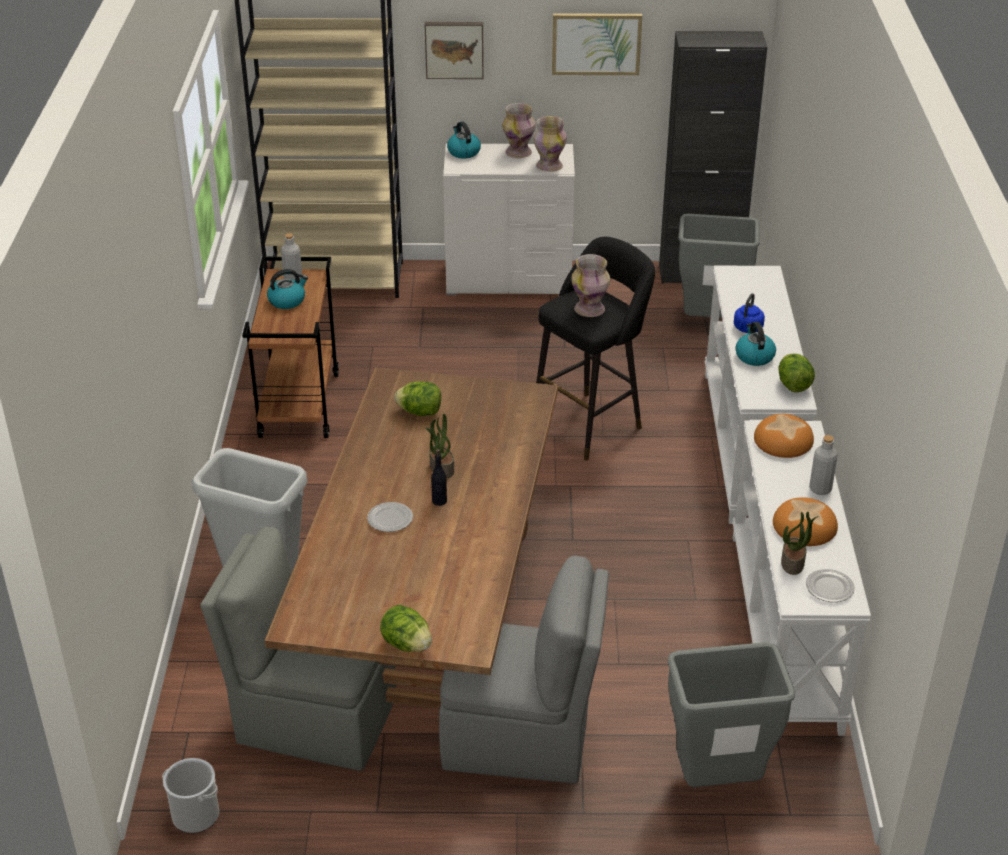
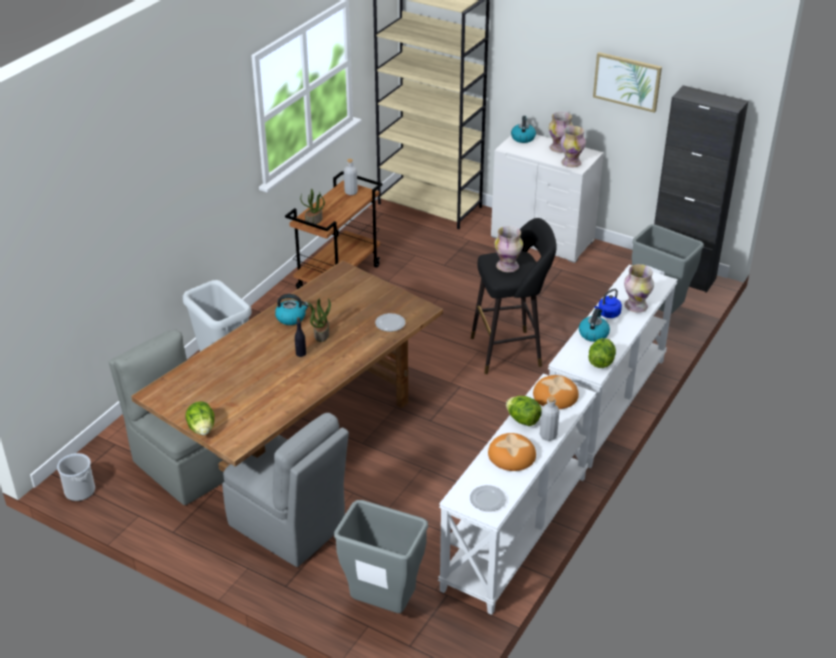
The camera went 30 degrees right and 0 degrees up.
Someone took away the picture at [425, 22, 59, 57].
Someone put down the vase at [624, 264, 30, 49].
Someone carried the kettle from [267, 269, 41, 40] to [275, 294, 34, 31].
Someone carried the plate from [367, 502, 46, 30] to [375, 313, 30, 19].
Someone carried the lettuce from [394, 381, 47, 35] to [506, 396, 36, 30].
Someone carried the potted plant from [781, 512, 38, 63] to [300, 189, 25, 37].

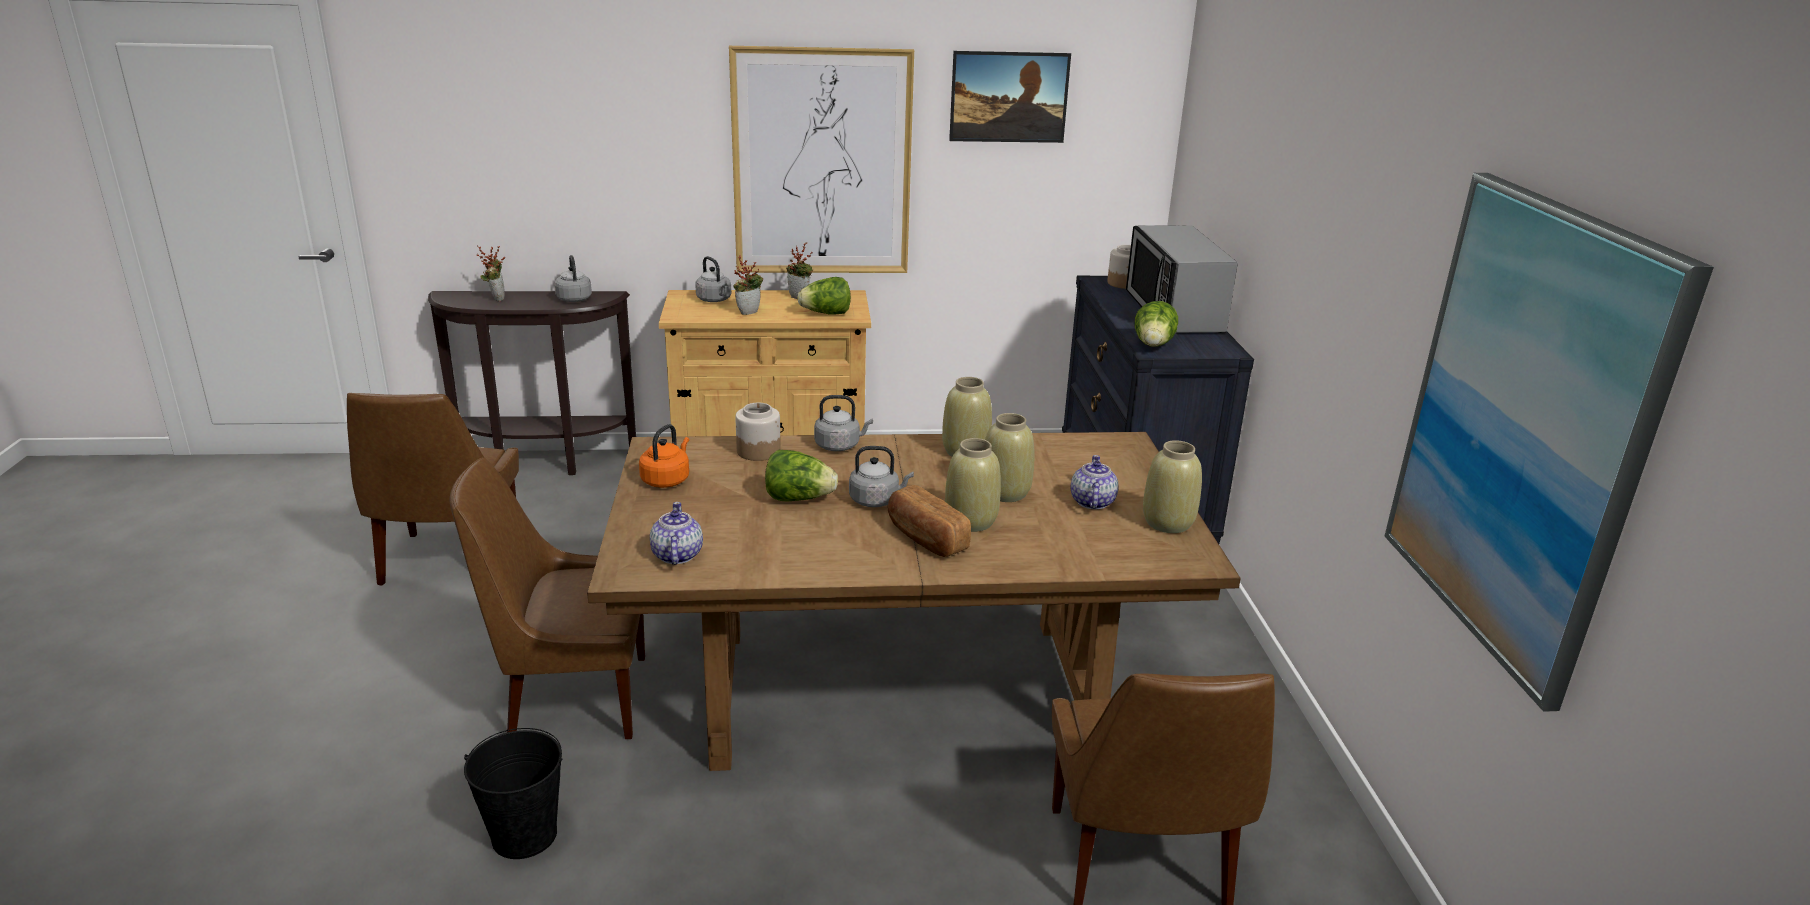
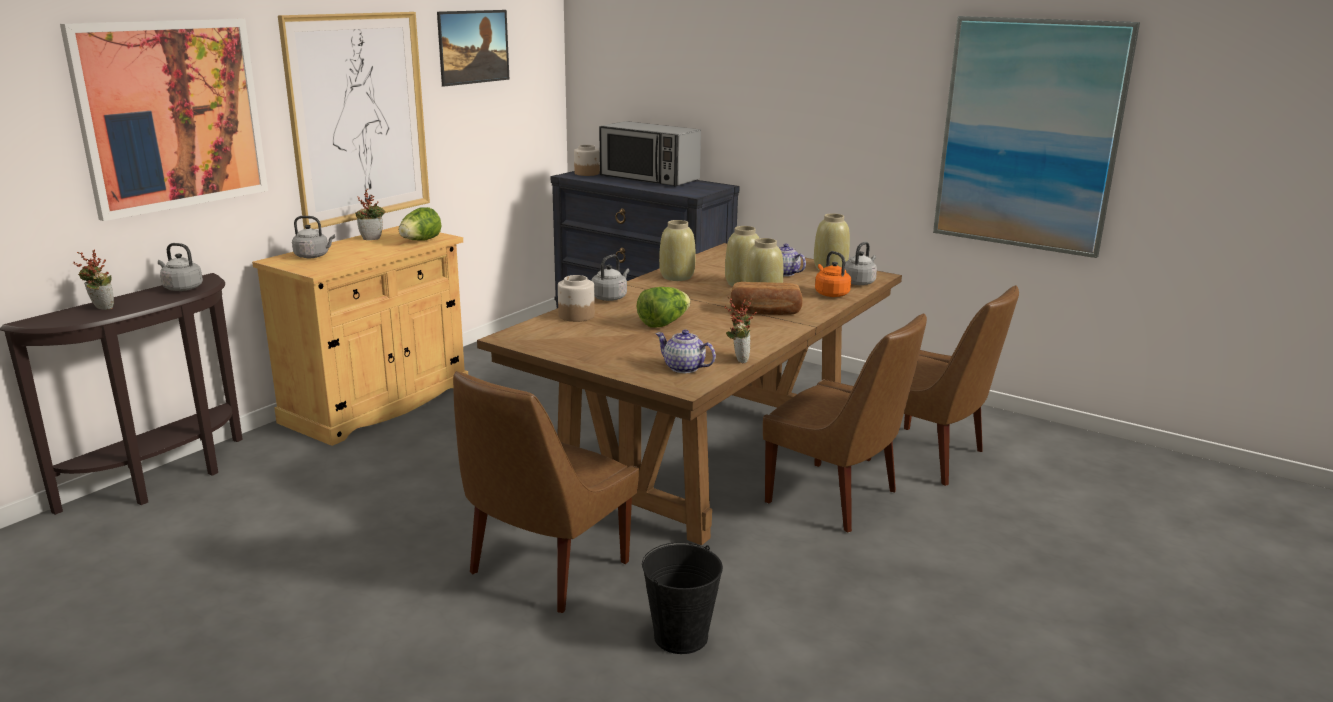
The camera went 50 degrees left and 5 degrees down.
Someone took away the lettuce at [1135, 301, 43, 46].
Someone put up the picture at [60, 19, 208, 202].
Someone carried the brown chair from [347, 393, 172, 193] to [763, 313, 164, 220].
Someone carried the orange kettle from [639, 424, 50, 64] to [815, 251, 36, 46].
Someone carried the potted plant from [733, 255, 30, 60] to [724, 297, 33, 67].
Someone carried the grey kettle from [849, 446, 65, 61] to [845, 242, 32, 43].

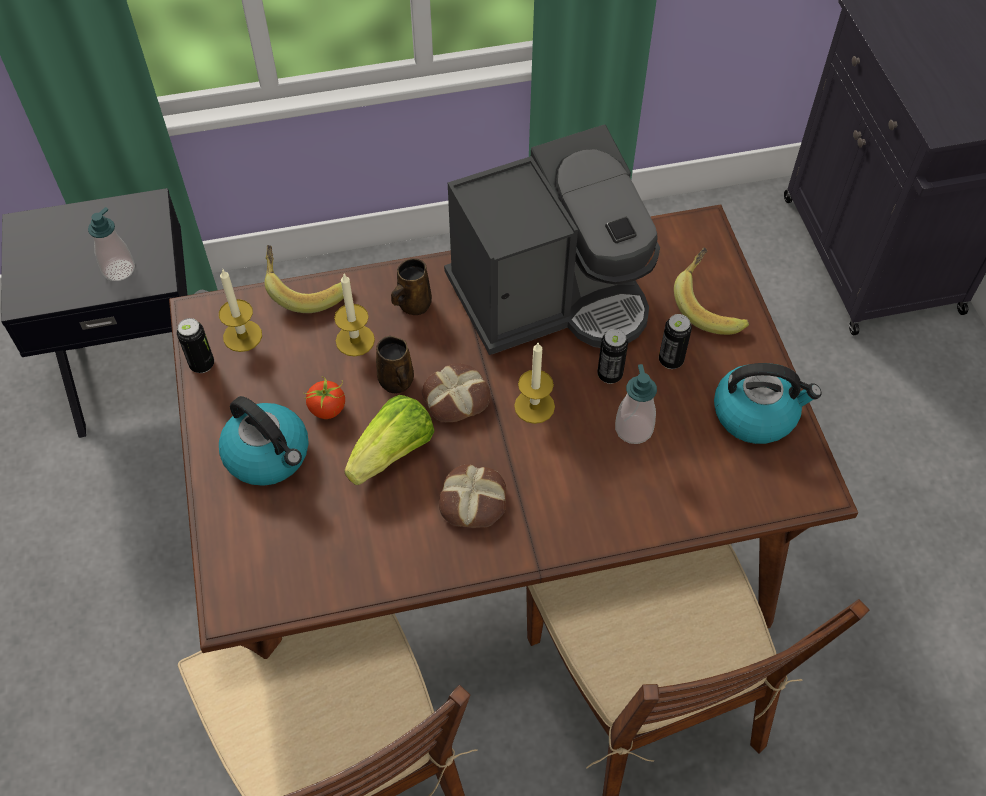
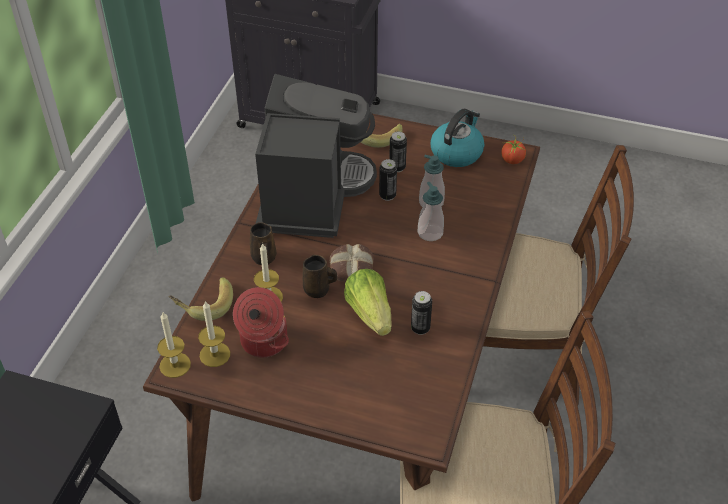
The camera went 60 degrees left and 10 degrees down.
Someone took away the kettle at [219, 396, 90, 90].
Someone took away the bread at [439, 464, 68, 64].
Someone put down the cooking pot at [233, 287, 56, 71].
Someone carried the soap dispenser from [88, 207, 47, 74] to [418, 182, 26, 59].
Someone carried the can from [177, 318, 37, 55] to [411, 291, 21, 44].
Someone carried the tomato from [304, 377, 41, 42] to [501, 136, 25, 28].
Someone carried the candle from [514, 343, 41, 81] to [157, 311, 34, 67].

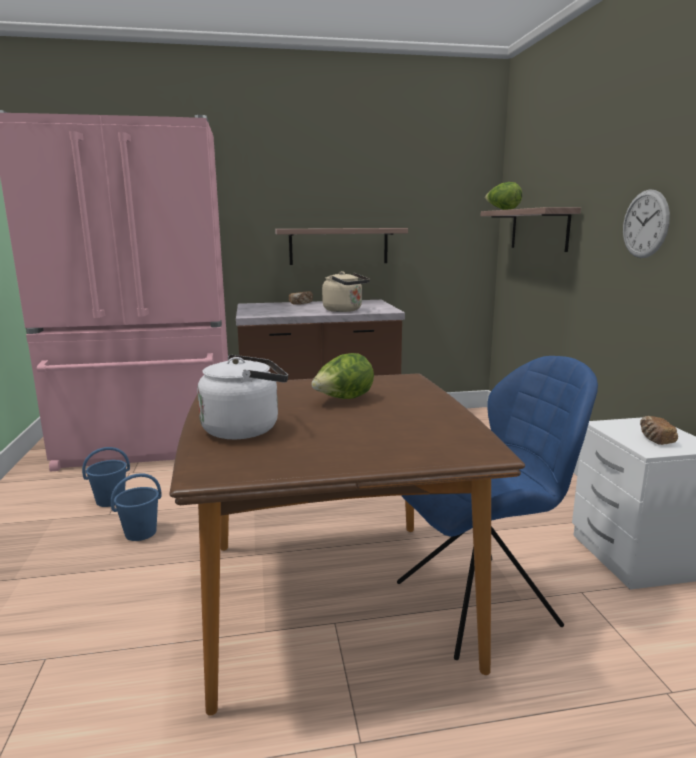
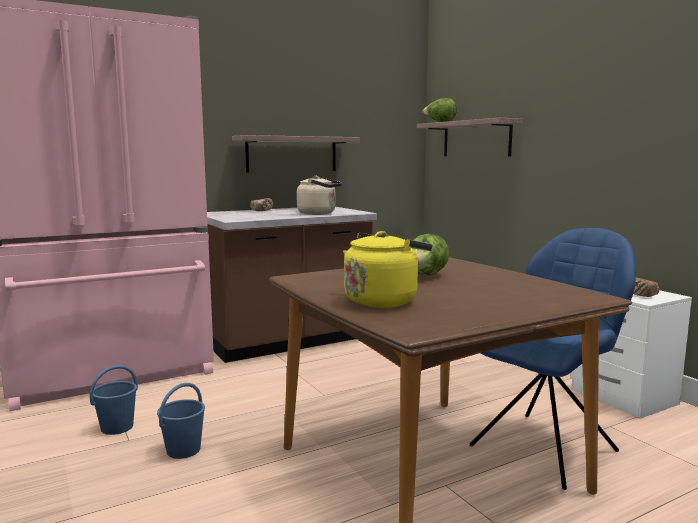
The camera went 20 degrees left and 5 degrees down.
Someone took away the wall clock at [623, 189, 47, 69].
Someone repainted the white kettle at [197, 355, 91, 84], which became the yellow kettle at [343, 231, 89, 77].

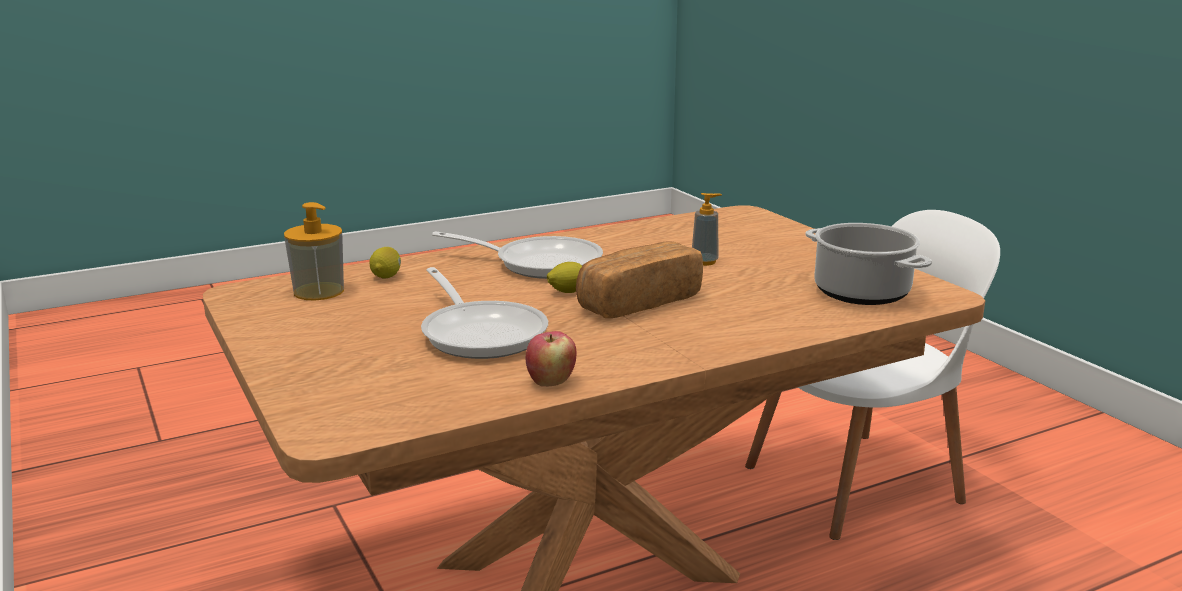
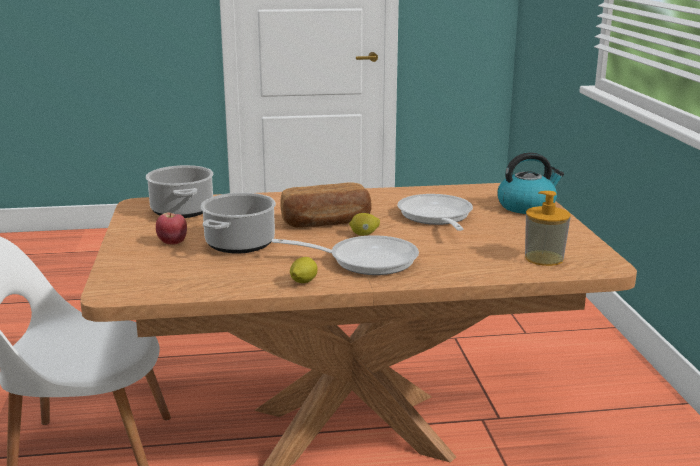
The camera went 160 degrees left and 0 degrees up.
Someone put down the kettle at [497, 152, 67, 62].
Someone carried the lemon from [369, 247, 32, 32] to [290, 257, 27, 26].
Someone carried the apple from [526, 331, 50, 55] to [156, 213, 31, 32].
Someone swapped the soap dispenser at [692, 193, 30, 73] for the cooking pot at [201, 193, 75, 61].
Someone rotated the frying pan at [432, 231, 171, 48] by 150 degrees clockwise.

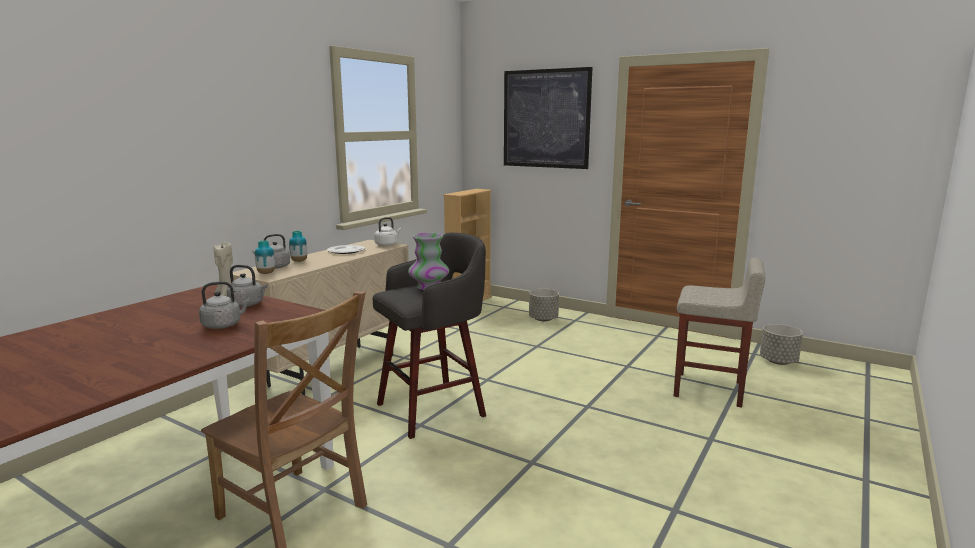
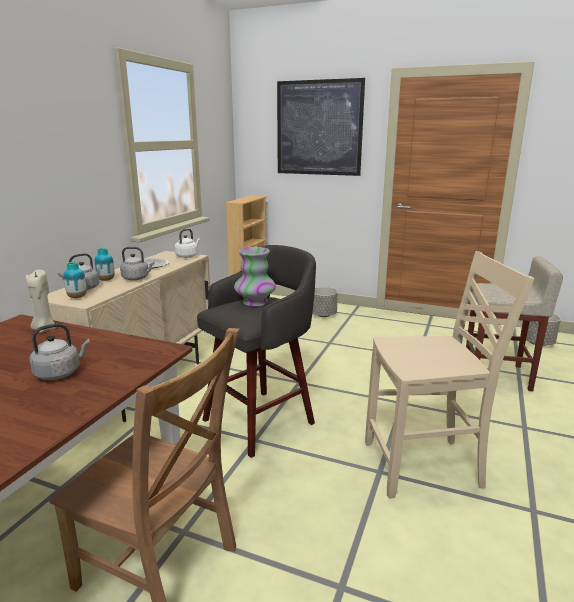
The camera went 10 degrees left and 5 degrees up.
Someone put down the beige chair at [365, 251, 169, 247].
Someone carried the grey kettle from [227, 265, 41, 42] to [120, 247, 34, 33].

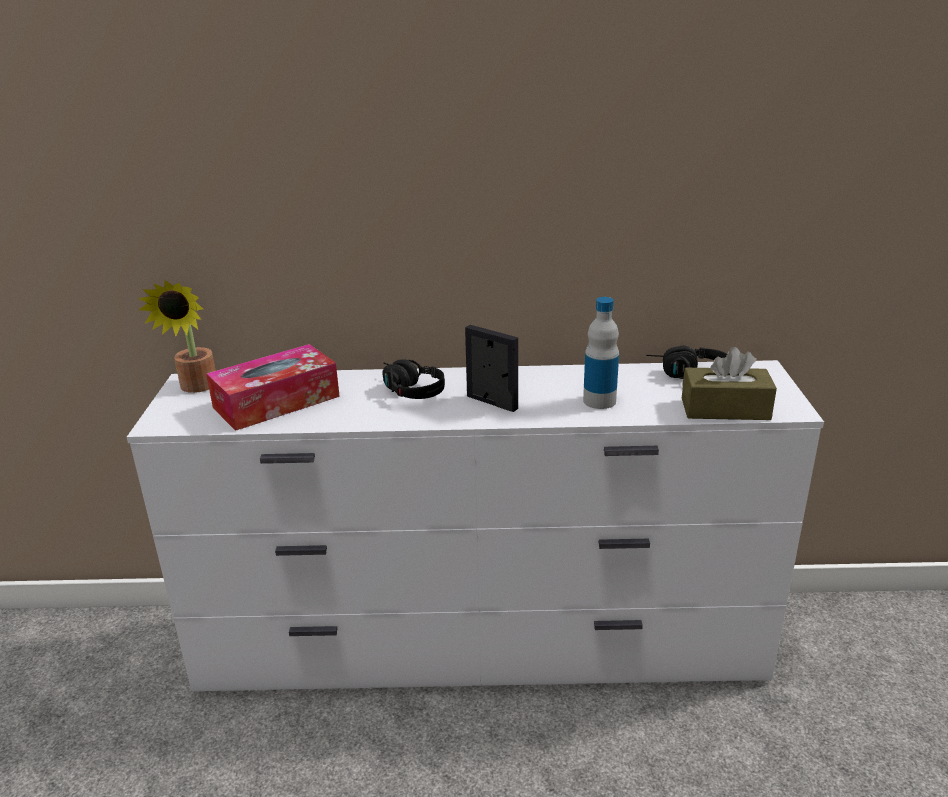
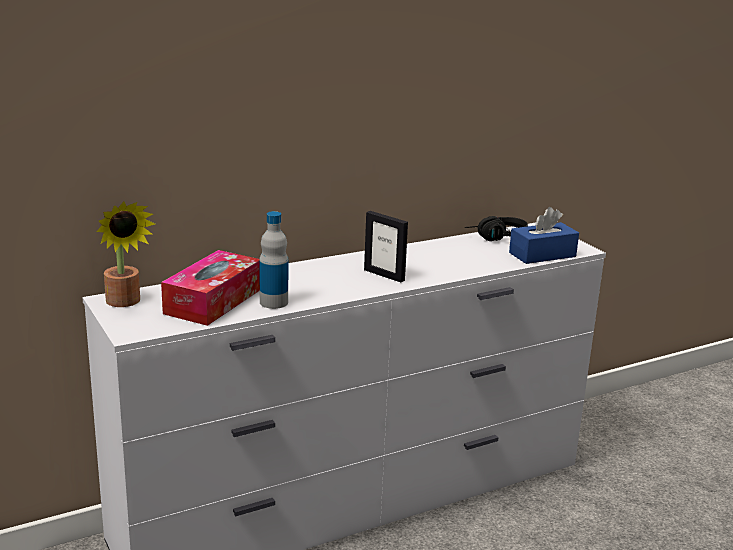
The camera went 30 degrees left and 5 degrees down.
Someone took away the black headphones at [382, 360, 63, 39].
Someone carried the bottle from [583, 297, 36, 112] to [259, 211, 29, 98].
Someone repainted the brown tissue box at [682, 347, 95, 73], which became the blue tissue box at [509, 207, 70, 57].
Someone rotated the picture frame at [465, 325, 53, 87] by 150 degrees counterclockwise.

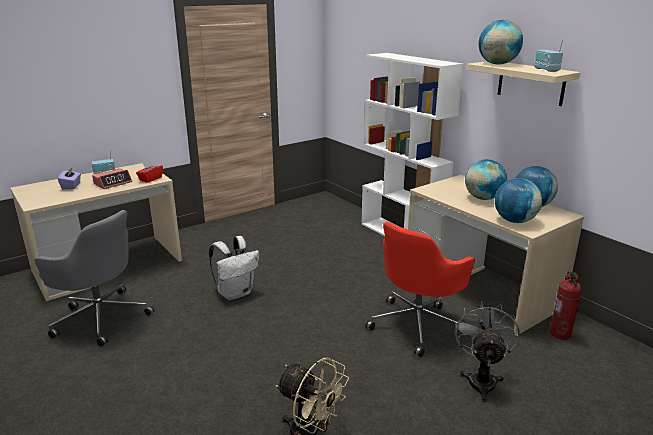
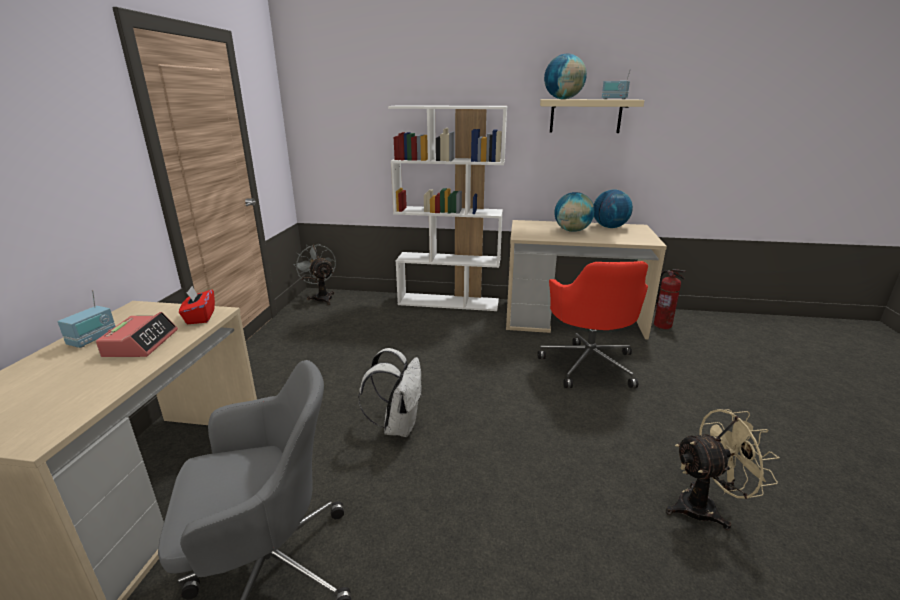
The camera went 45 degrees left and 0 degrees up.
Someone took away the purple tissue box at [58, 167, 23, 22].
Someone took away the globe at [495, 178, 47, 45].
Someone carried the grey fan from [455, 301, 65, 101] to [294, 243, 42, 62].

